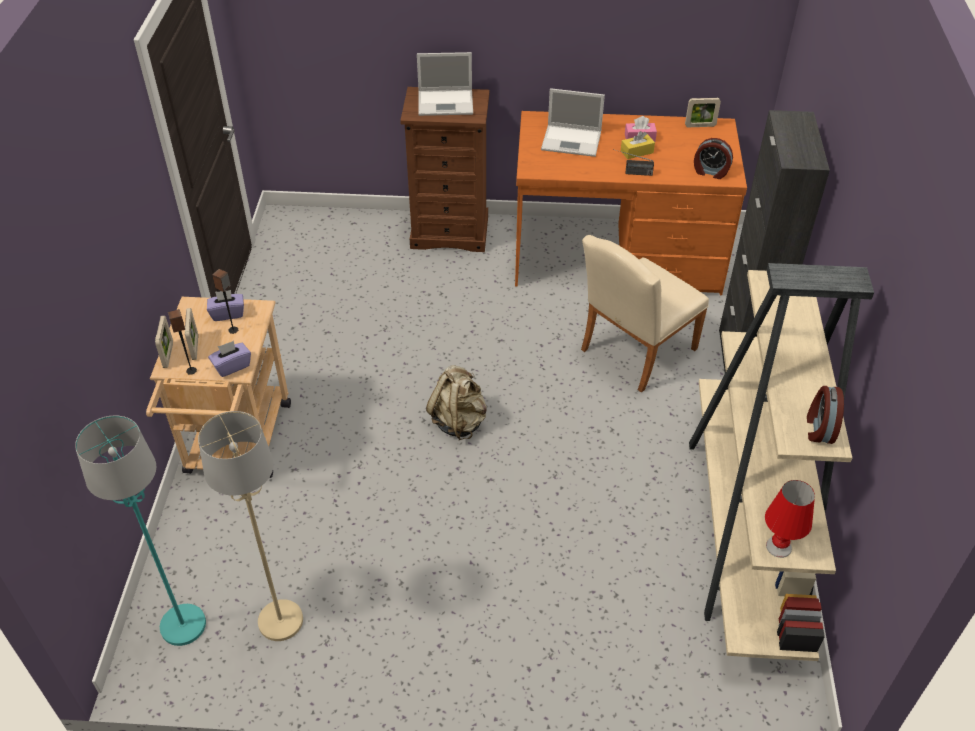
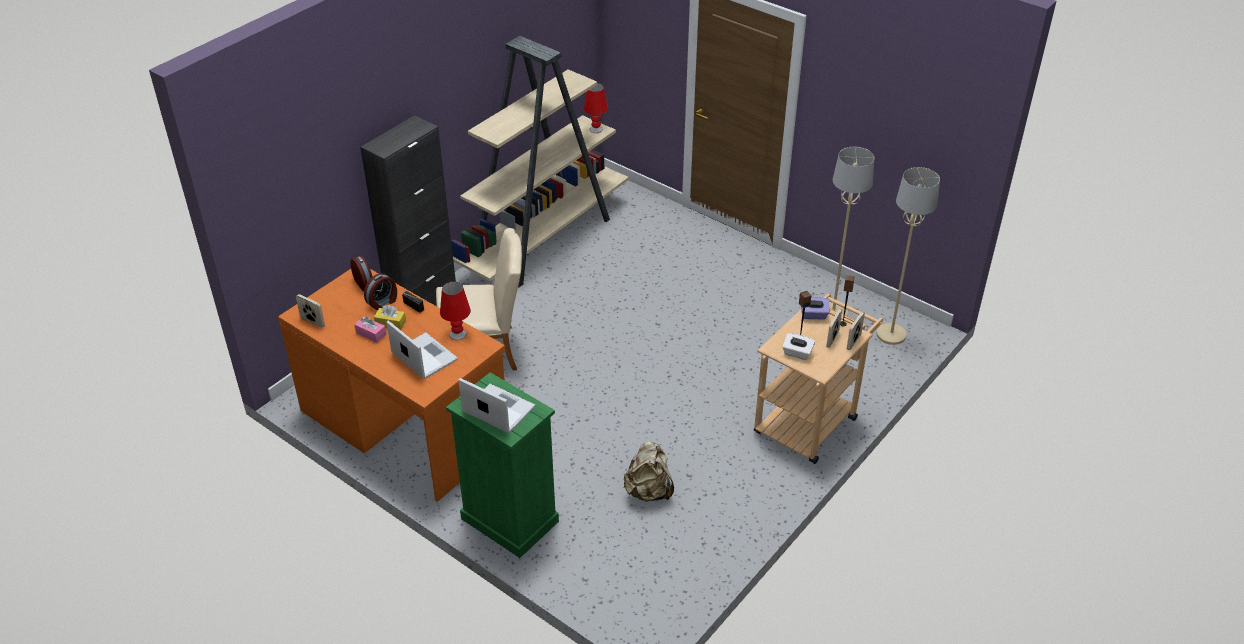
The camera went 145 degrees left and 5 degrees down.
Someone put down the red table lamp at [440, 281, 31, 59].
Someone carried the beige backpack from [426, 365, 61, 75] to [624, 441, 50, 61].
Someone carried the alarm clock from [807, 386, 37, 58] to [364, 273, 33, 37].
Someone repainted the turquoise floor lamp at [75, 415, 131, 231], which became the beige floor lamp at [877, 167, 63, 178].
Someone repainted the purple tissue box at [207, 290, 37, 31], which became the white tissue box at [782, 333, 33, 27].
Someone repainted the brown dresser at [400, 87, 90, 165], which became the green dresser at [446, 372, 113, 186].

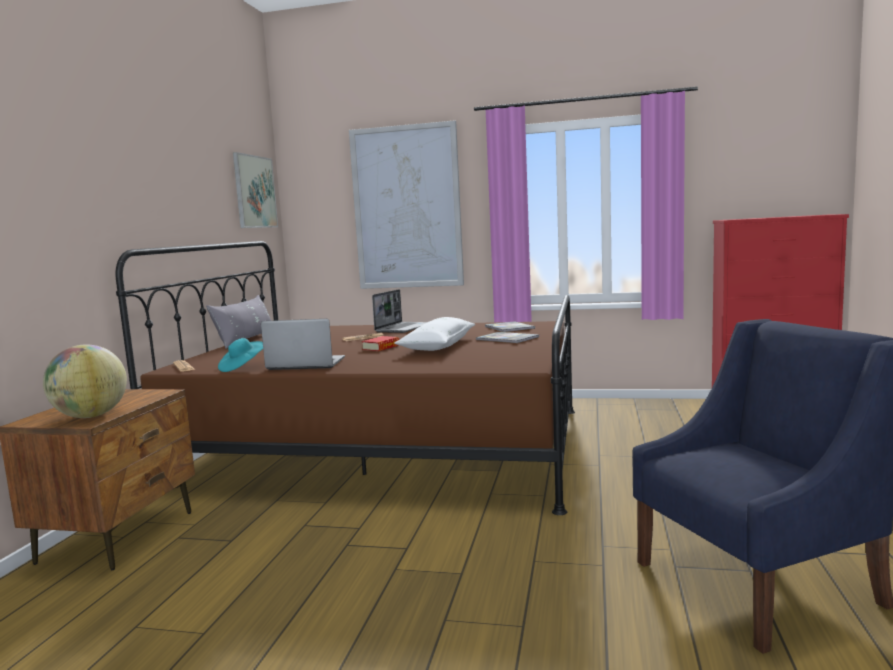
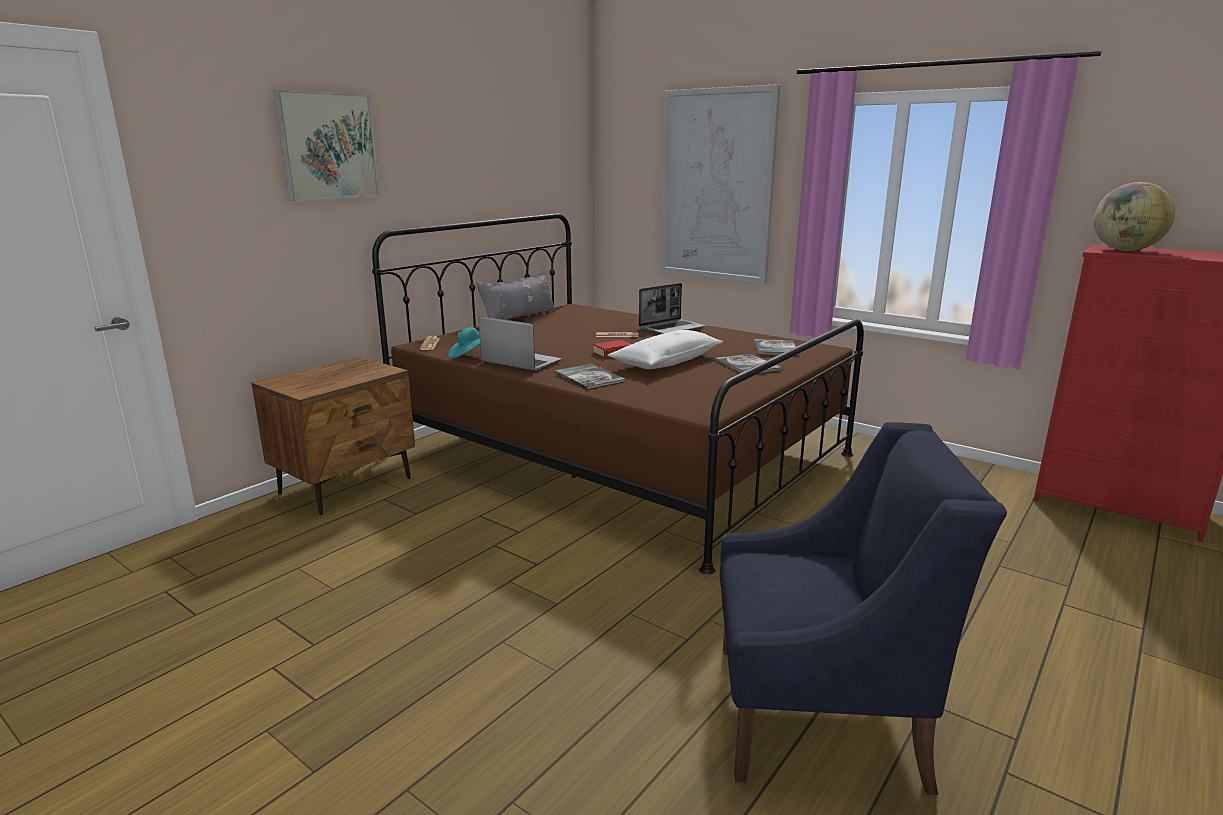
The camera went 25 degrees right and 10 degrees up.
Someone put down the book at [554, 364, 71, 26].
Someone carried the globe from [43, 344, 84, 74] to [1094, 182, 81, 69].
Someone carried the picture from [233, 152, 45, 76] to [273, 89, 107, 112].

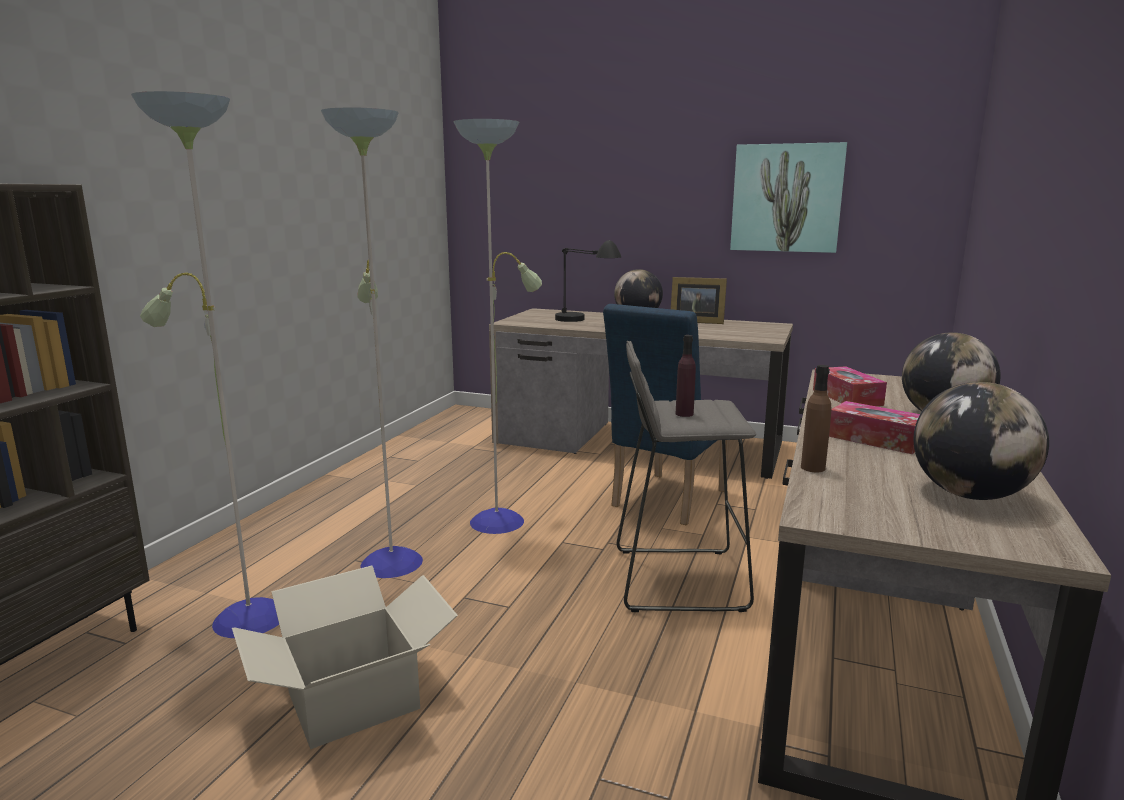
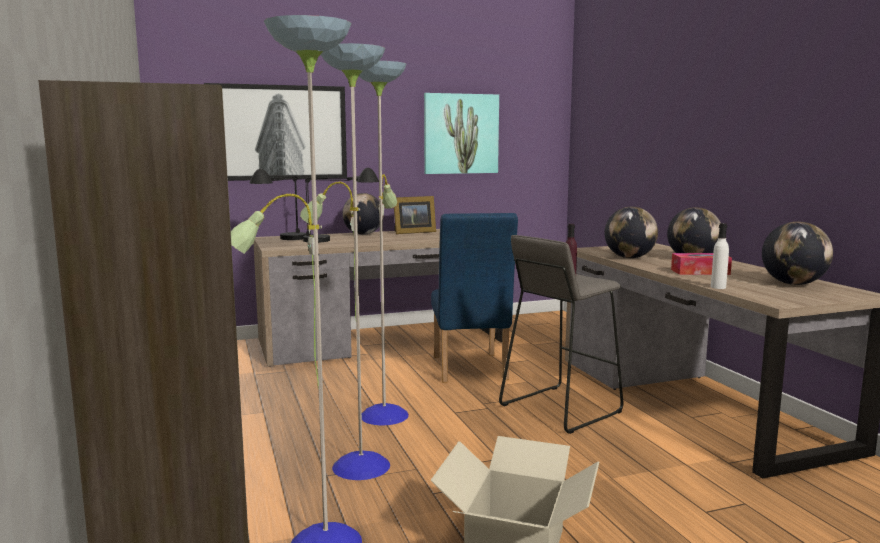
The camera went 40 degrees left and 5 degrees down.
Someone put up the picture at [204, 83, 143, 98].
Someone put down the black table lamp at [250, 168, 56, 72].
Someone swapped the tissue box at [813, 366, 74, 40] for the globe at [604, 207, 54, 51].
Someone repainted the brown bottle at [801, 365, 30, 107], which became the white bottle at [711, 223, 18, 66].

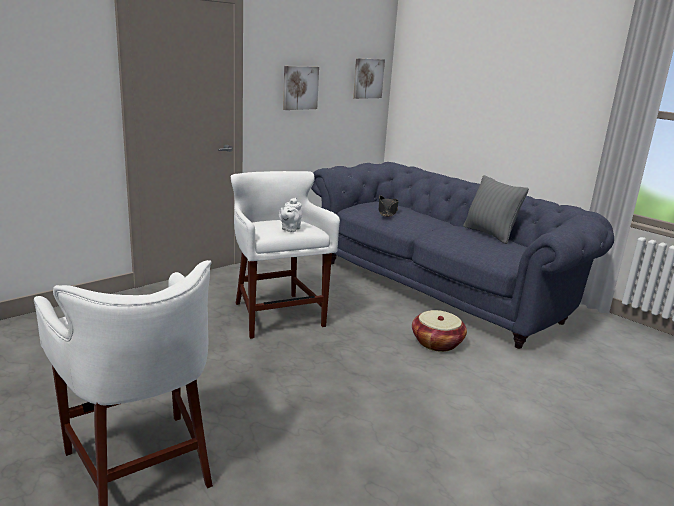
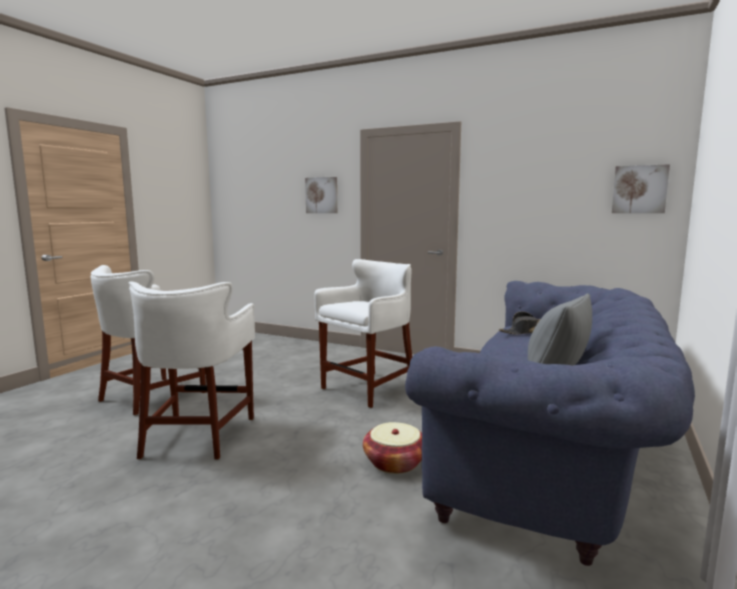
The camera went 70 degrees right and 10 degrees down.
Someone took away the white teapot at [279, 198, 23, 34].
Someone put down the white stool at [128, 281, 127, 179].
Someone carried the picture from [283, 66, 36, 44] to [305, 177, 32, 36].

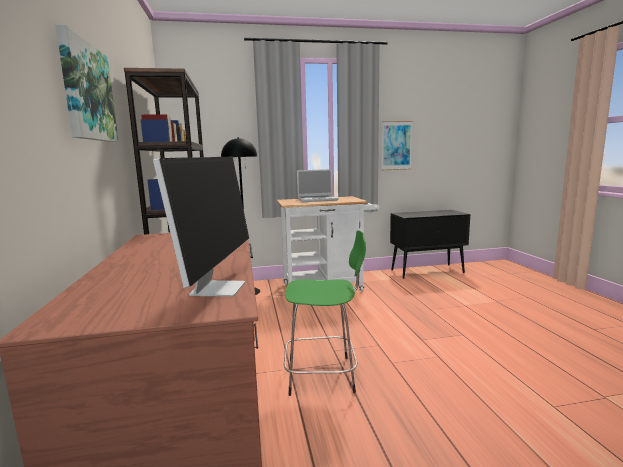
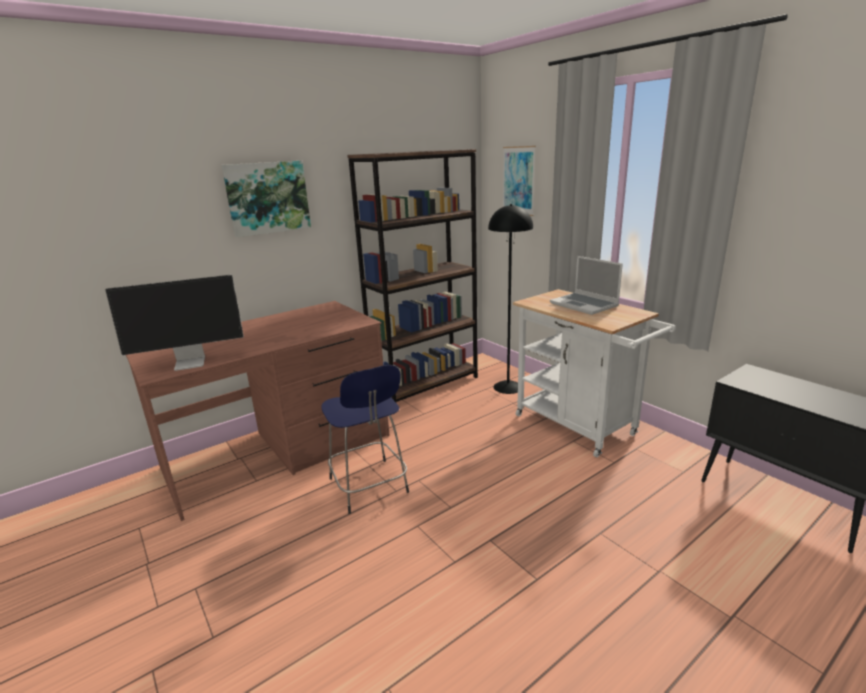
The camera went 65 degrees right and 10 degrees up.
Someone carried the picture from [382, 121, 30, 49] to [503, 146, 33, 70].
Someone repainted the green stool at [284, 230, 82, 166], which became the blue stool at [321, 365, 88, 149].

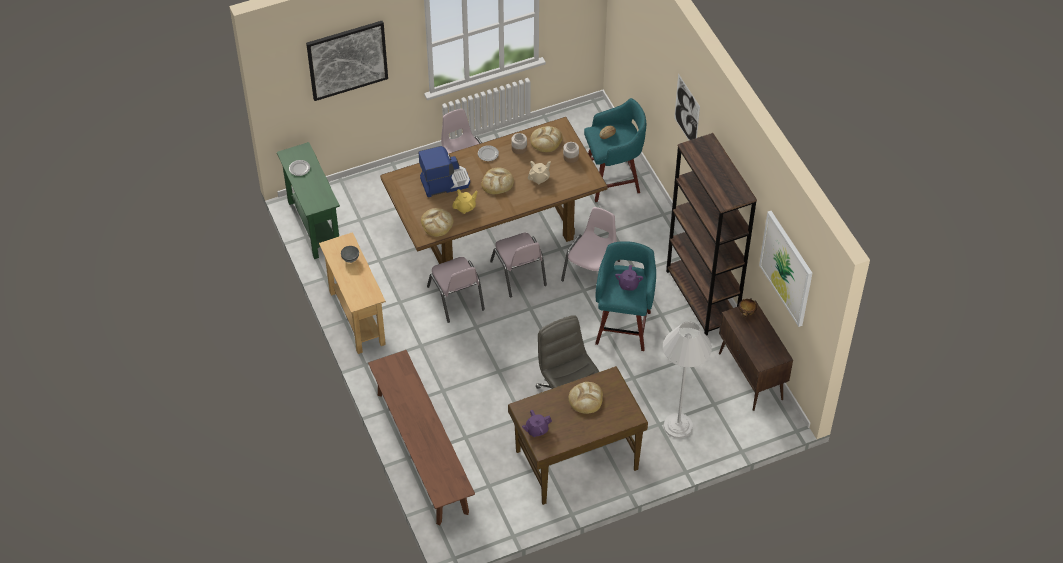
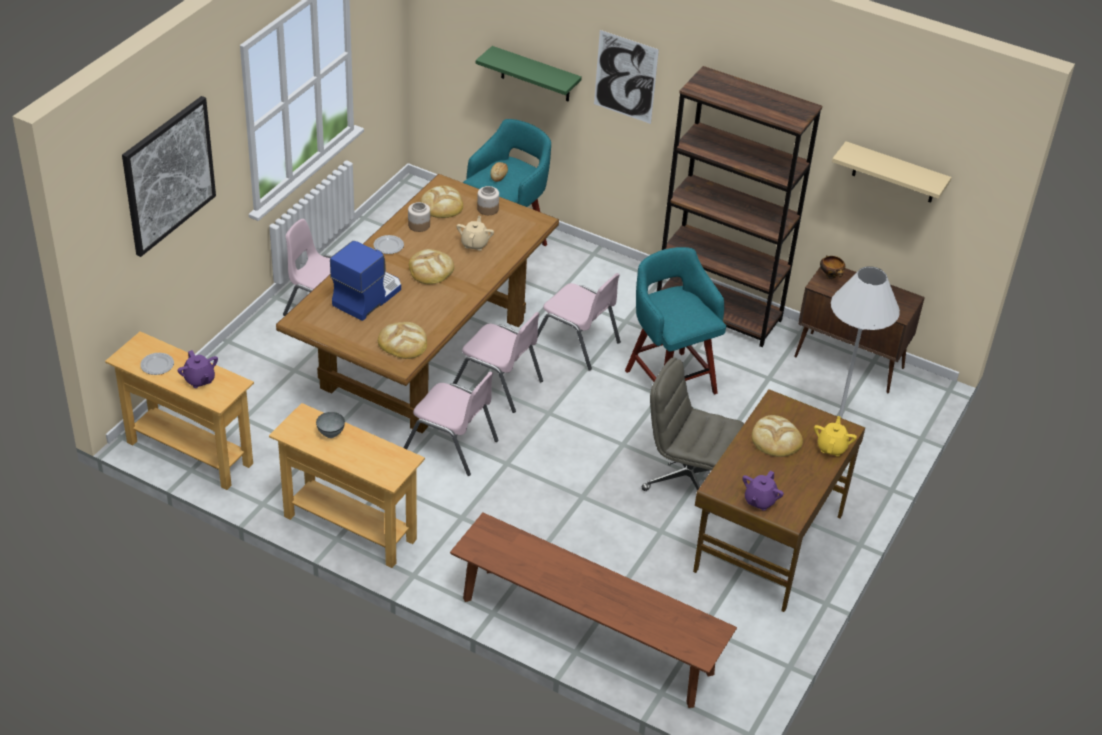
The camera went 40 degrees left and 10 degrees down.
Someone put up the green shelf at [476, 46, 106, 55].
Someone carried the yellow teapot from [452, 189, 26, 25] to [814, 416, 43, 40].
Someone carried the purple teapot from [615, 265, 28, 25] to [178, 350, 40, 38].
Someone swapped the picture at [759, 211, 53, 116] for the beige shelf at [832, 141, 119, 62].
Someone repainted the green console table at [277, 142, 63, 117], which became the beige console table at [105, 331, 149, 159].
Someone rotated the pink chair at [561, 207, 59, 75] by 135 degrees clockwise.

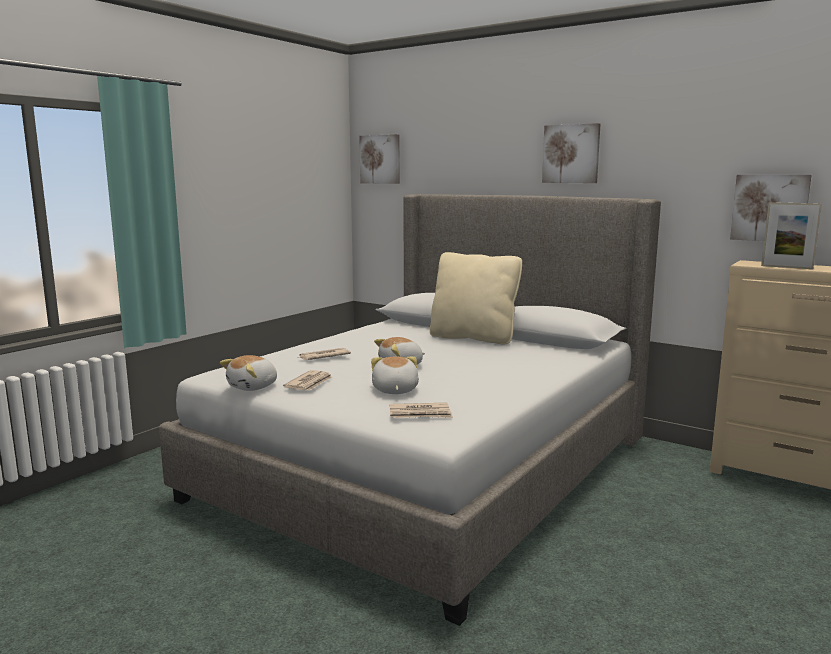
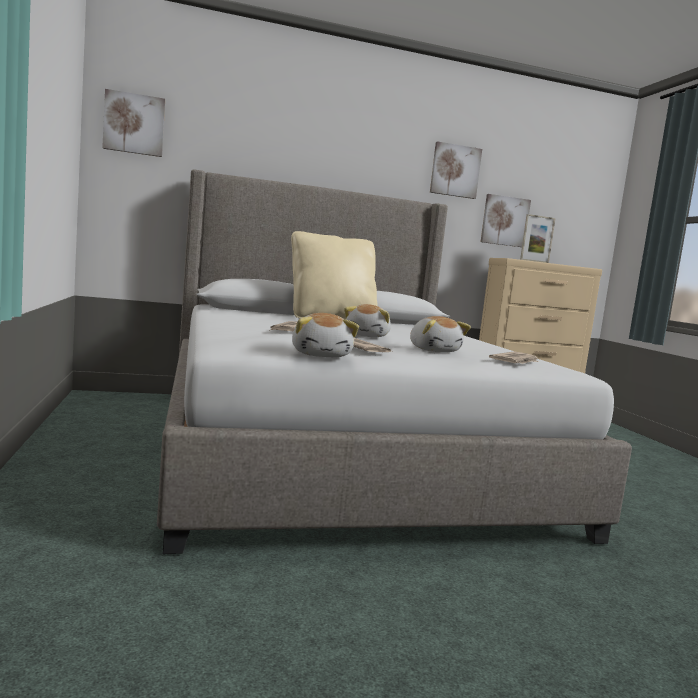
The camera went 50 degrees left and 5 degrees down.
Someone carried the picture from [542, 123, 58, 60] to [430, 141, 52, 58].
Someone rotated the plush toy at [371, 357, 48, 37] by 150 degrees counterclockwise.

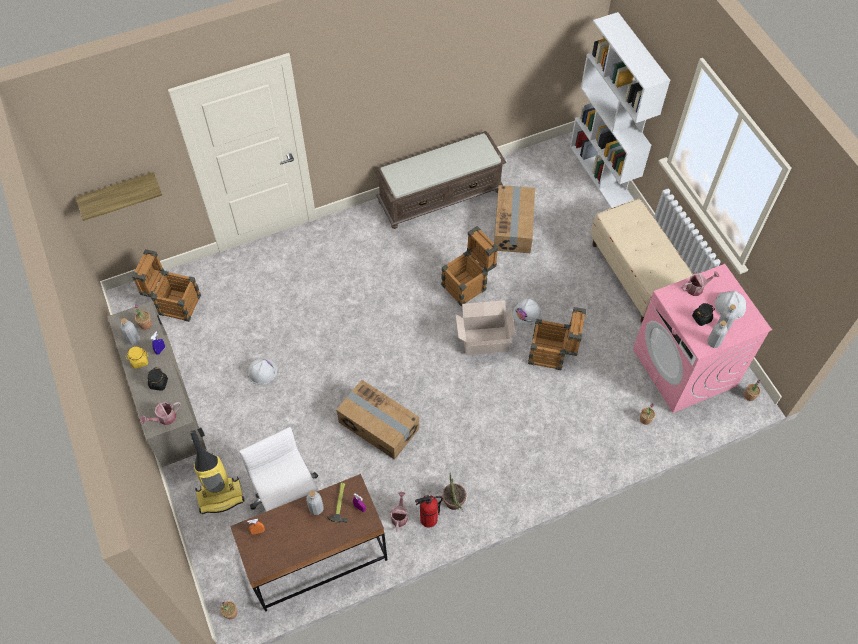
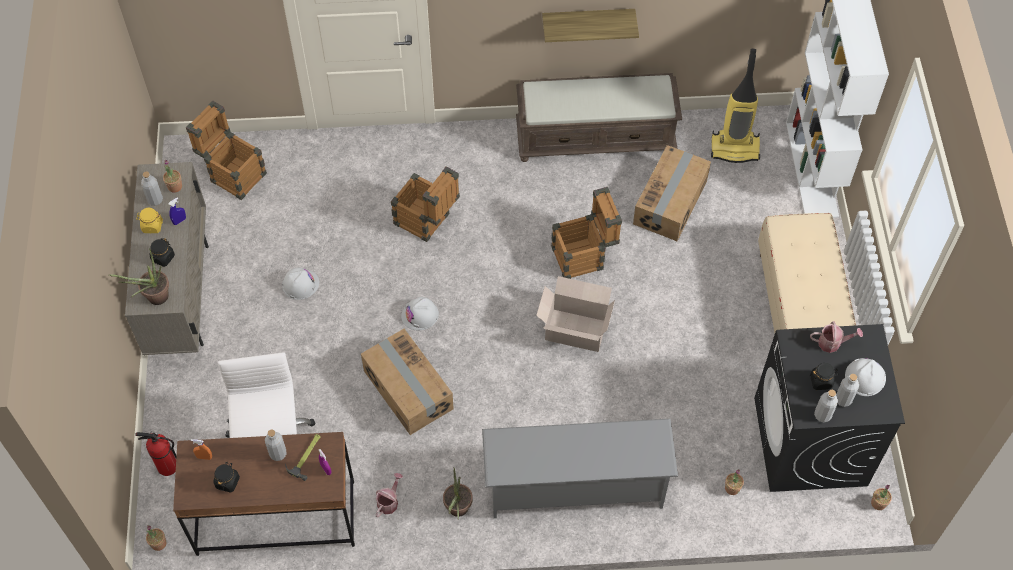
The camera went 20 degrees right and 0 degrees up.
Someone put down the black jar at [214, 462, 26, 31].
Someone put down the grey shoe rack at [482, 419, 196, 99].
Someone carried the shelf from [75, 172, 87, 49] to [542, 9, 97, 33].
Someone carried the vacuum cleaner from [190, 430, 55, 84] to [711, 49, 49, 114].
Someone carried the fire extinguisher from [415, 495, 28, 33] to [135, 432, 41, 44].
Someone carried the white hard hat from [513, 299, 28, 26] to [401, 297, 38, 33].
Someone carried the crate from [528, 307, 58, 63] to [391, 167, 69, 75].
Someone swapped the watering can at [141, 401, 40, 24] for the potted plant at [109, 248, 60, 57].
Someone repainted the pink washing machine at [633, 264, 139, 149], which became the black washing machine at [754, 324, 151, 168].

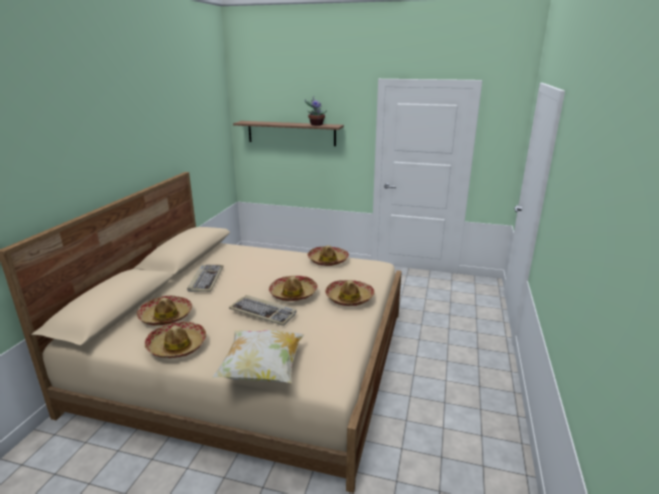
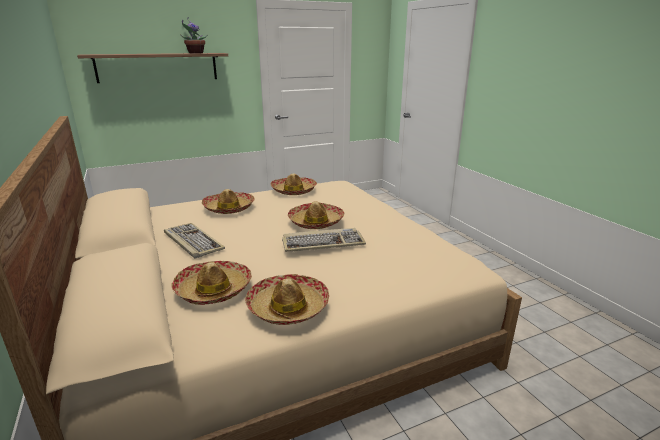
The camera went 40 degrees left and 0 degrees up.
Someone took away the pillow at [212, 330, 92, 53].
Someone carried the hat from [325, 280, 50, 26] to [202, 189, 52, 25].

